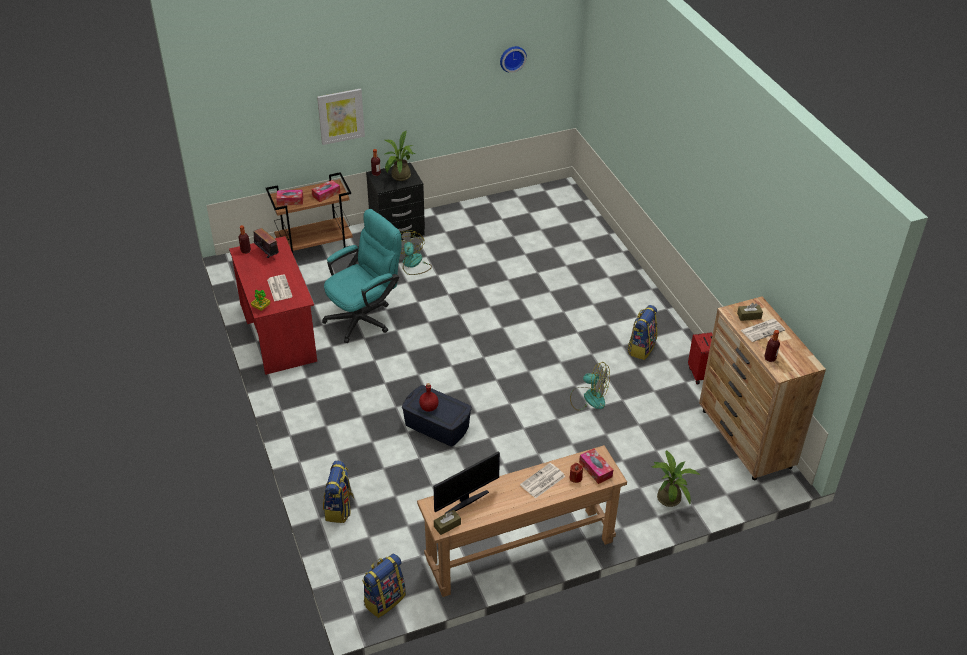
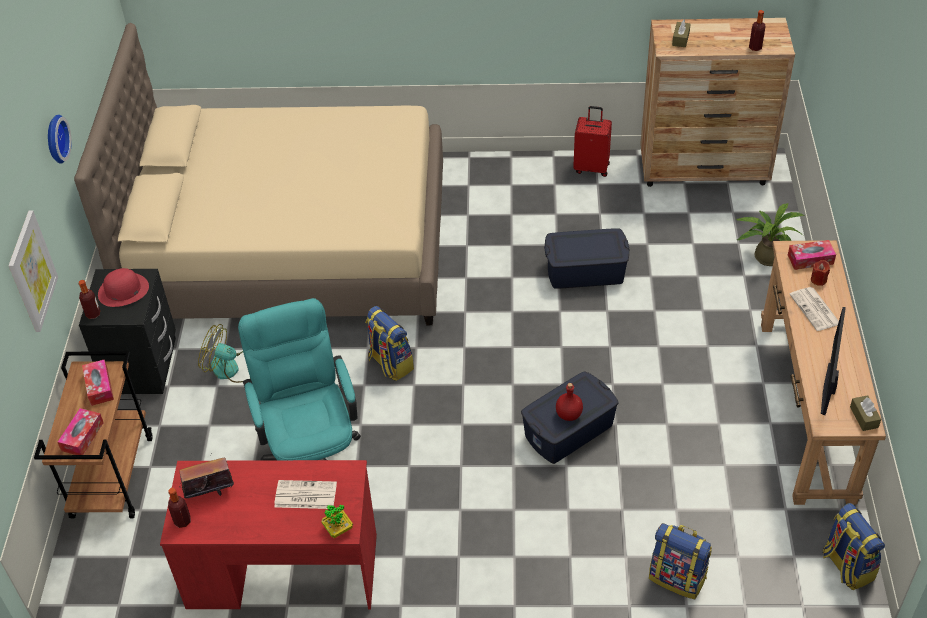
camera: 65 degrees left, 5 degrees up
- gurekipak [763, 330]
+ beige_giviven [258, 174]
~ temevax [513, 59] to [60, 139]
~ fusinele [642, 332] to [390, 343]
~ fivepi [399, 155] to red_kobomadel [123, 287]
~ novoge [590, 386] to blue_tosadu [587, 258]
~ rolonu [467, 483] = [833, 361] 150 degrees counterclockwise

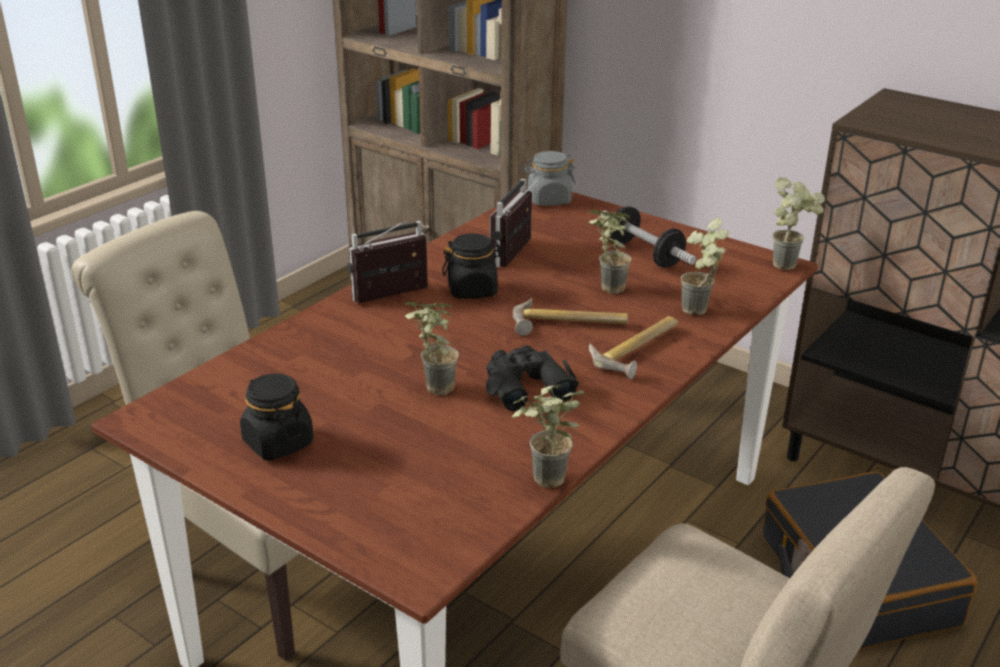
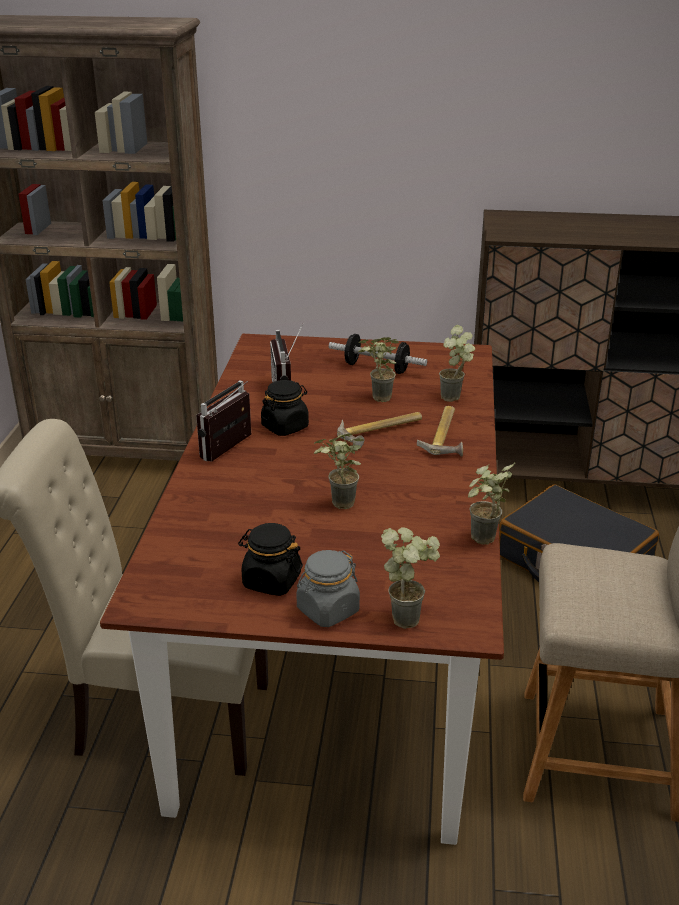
camera: 30 degrees left, 0 degrees up
- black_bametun [532, 378]
~ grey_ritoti [549, 178] to [328, 588]
~ fivepi [798, 223] to [410, 578]

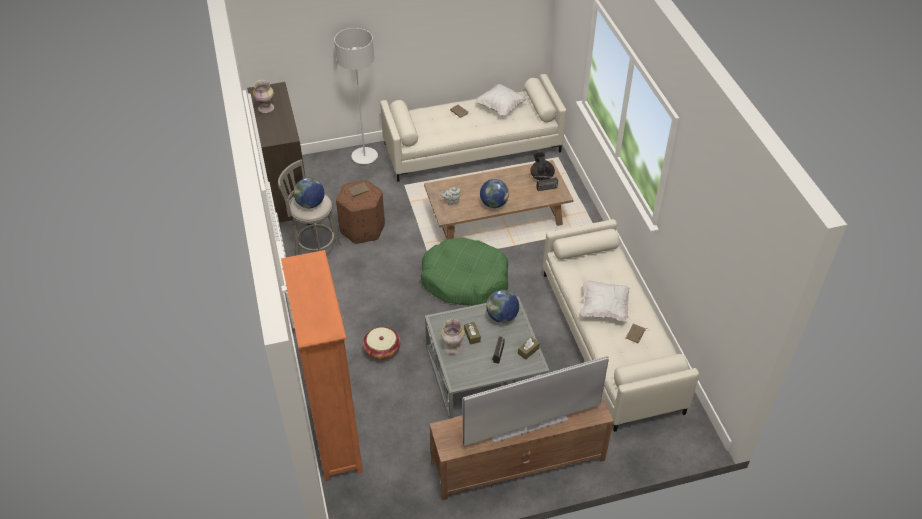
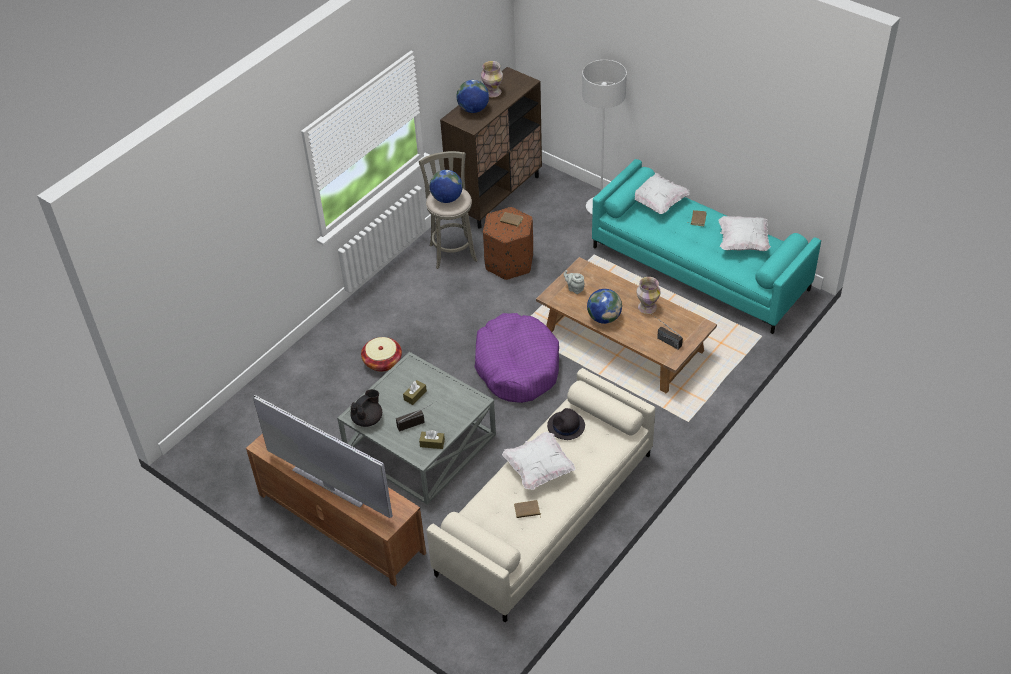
camera: 55 degrees right, 0 degrees up
- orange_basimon [322, 365]
+ black_kobomadel [566, 424]
+ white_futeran [662, 193]
~ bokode [452, 336] to [648, 295]
~ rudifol [502, 306] to [472, 96]
~ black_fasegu [542, 166] to [366, 408]
~ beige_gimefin [473, 128] to turquoise_gimefin [706, 246]
~ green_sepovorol [464, 271] to purple_sepovorol [516, 358]

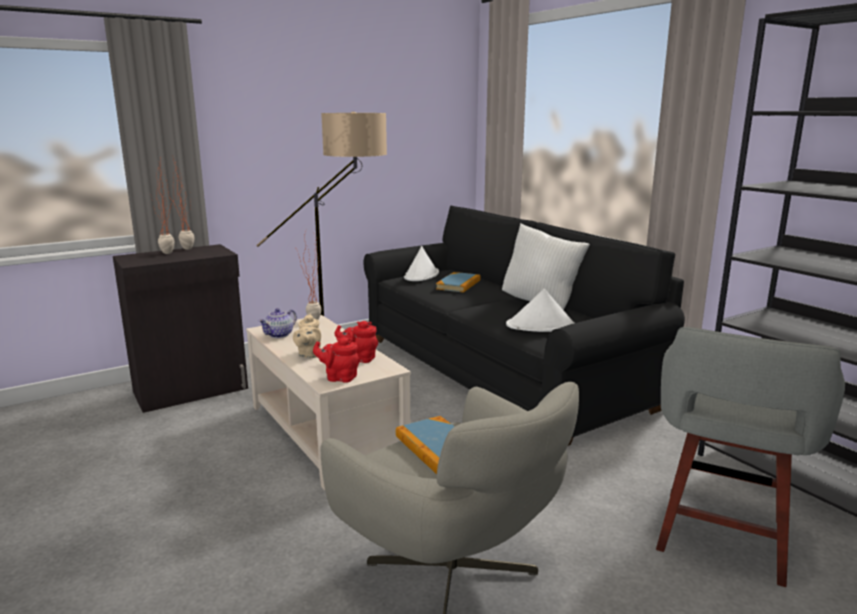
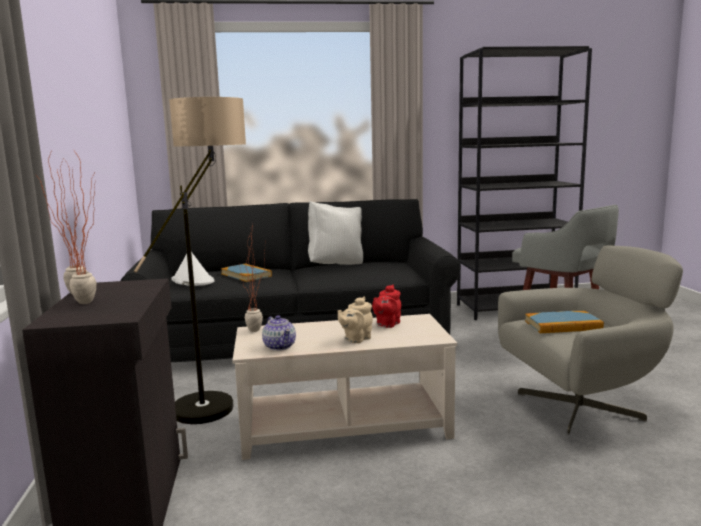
camera: 65 degrees left, 5 degrees down
- red_fasegu [336, 360]
- white_kobomadel [540, 310]
~ beige_fasegu [307, 335] = [355, 320] 105 degrees clockwise

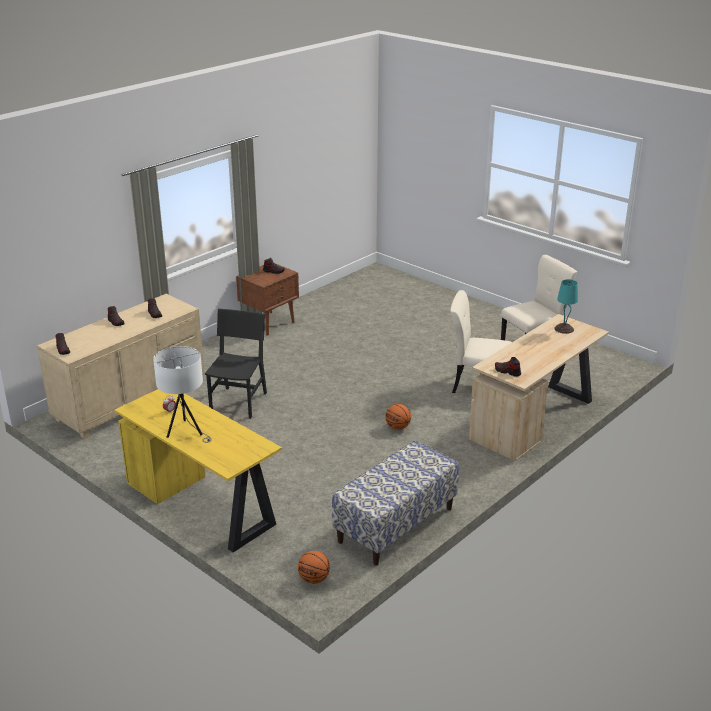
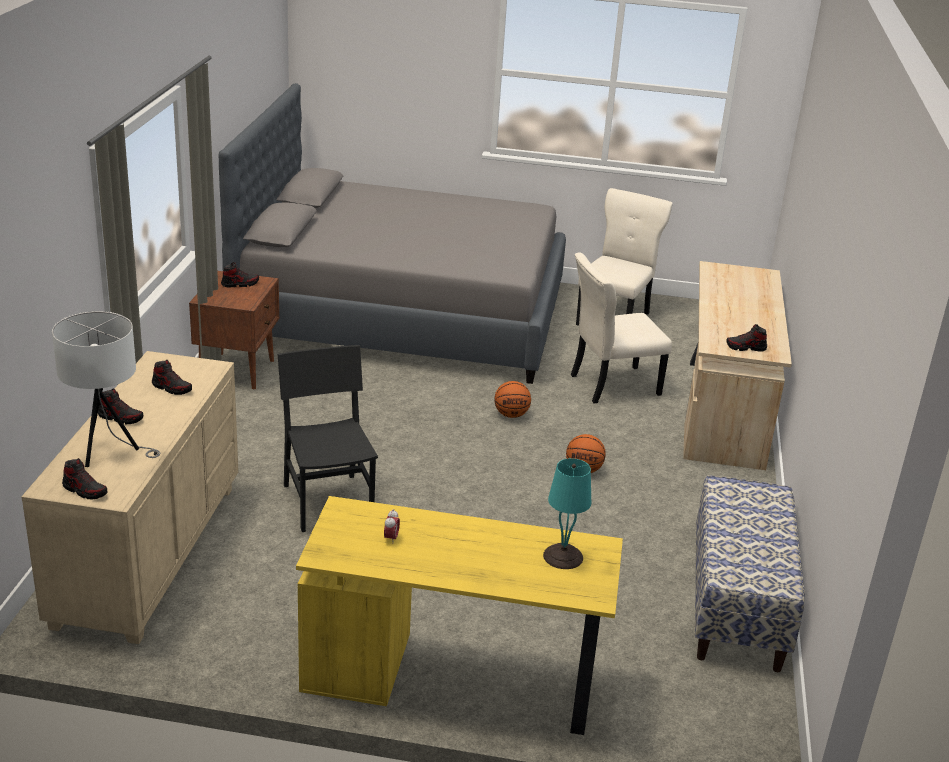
camera: 35 degrees left, 0 degrees up
+ grey_giviven [392, 233]
~ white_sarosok [182, 394] to [106, 389]
~ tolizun [314, 567] to [512, 399]
~ turquoise_sarosok [566, 306] to [567, 513]

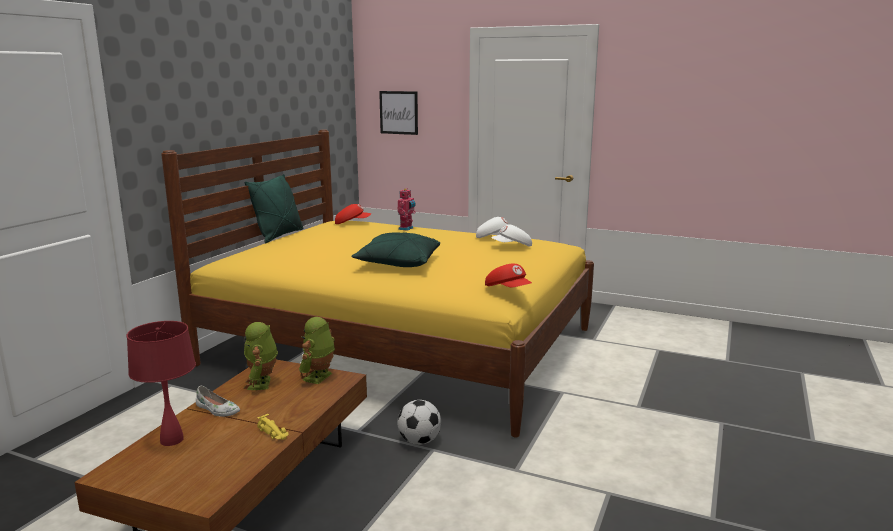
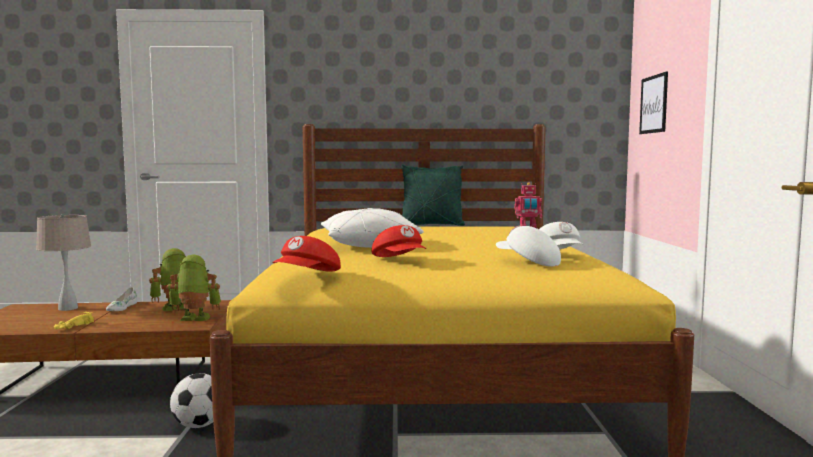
camera: 65 degrees right, 10 degrees down
~ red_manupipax [353, 214] to [399, 241]
~ red_sarosok [161, 383] to beige_sarosok [63, 262]
~ green_futeran [395, 249] to white_futeran [372, 227]

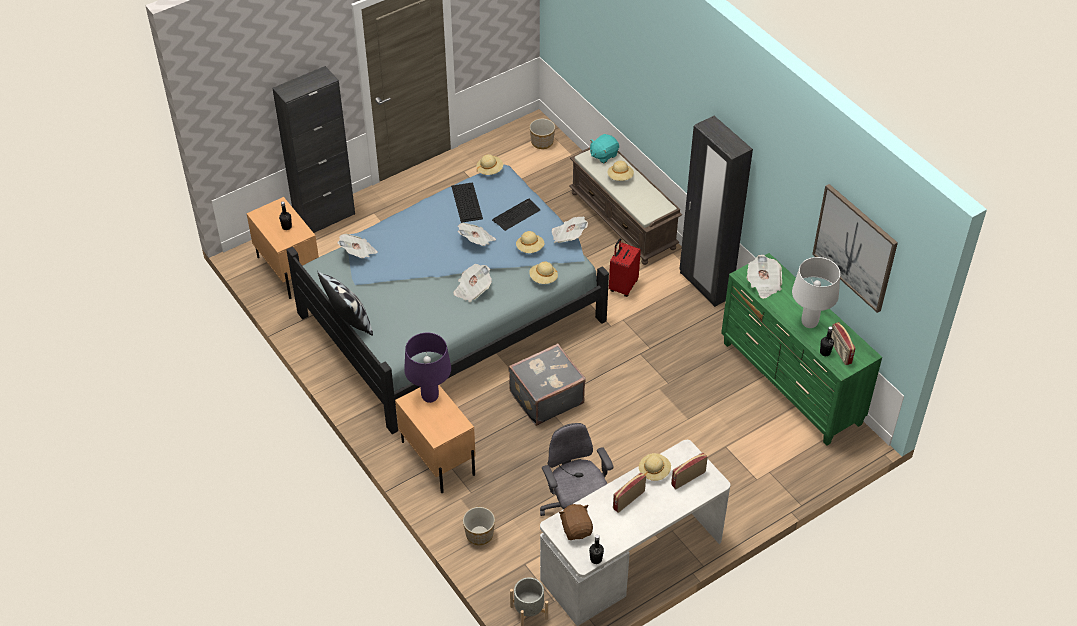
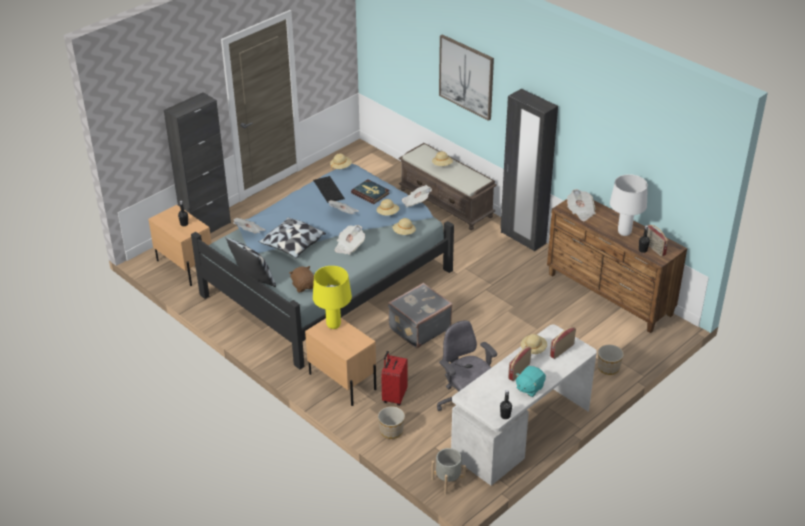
camera: 10 degrees left, 10 degrees down
+ futeran [292, 238]
~ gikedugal [542, 133] to [611, 360]
~ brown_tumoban [576, 522] to [301, 279]
~ turquoise_tumoban [604, 148] to [530, 381]
~ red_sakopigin [625, 267] to [394, 378]
~ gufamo [855, 248] to [466, 77]
~ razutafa [516, 215] to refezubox [370, 191]
~ purple_sarosok [427, 368] to yellow_sarosok [332, 297]
~ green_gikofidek [801, 349] to brown_gikofidek [617, 266]

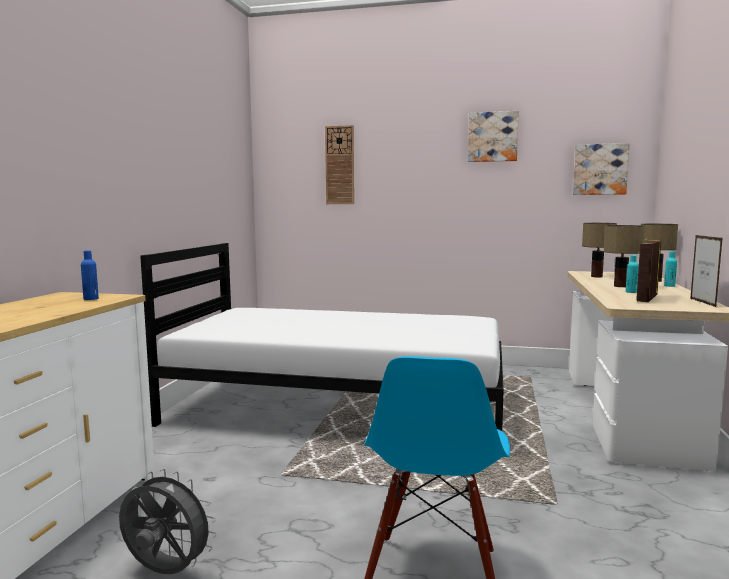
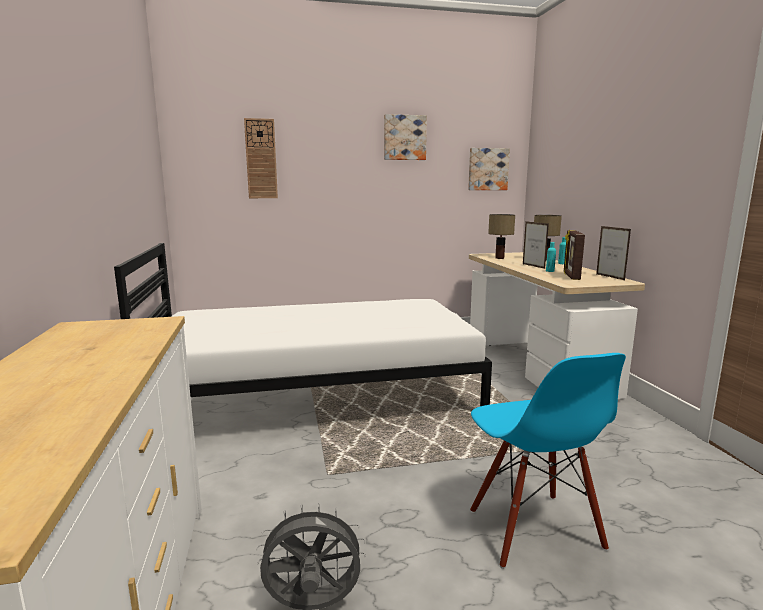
camera: 25 degrees left, 5 degrees up
- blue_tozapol [90, 275]
~ sarosok [624, 256] to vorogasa [536, 245]

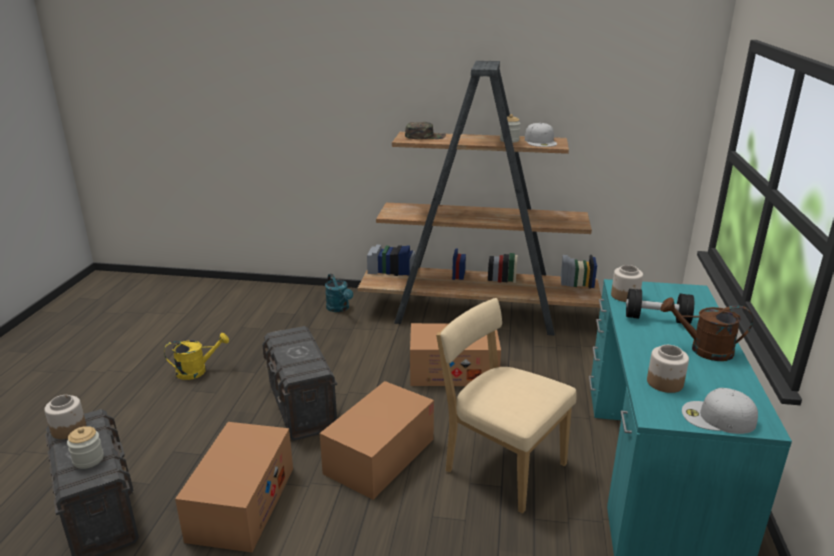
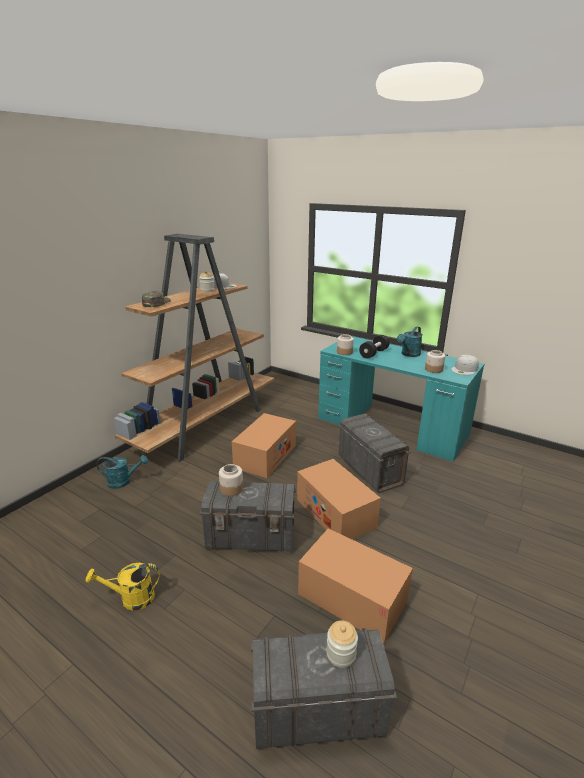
camera: 65 degrees left, 0 degrees up
~ ritoti [65, 417] to [231, 480]
~ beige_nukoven [506, 406] to grey_tosadu [375, 453]
~ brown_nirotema [706, 329] to turquoise_nirotema [409, 341]
~ yellow_nirotema [196, 356] = [123, 587] 105 degrees counterclockwise

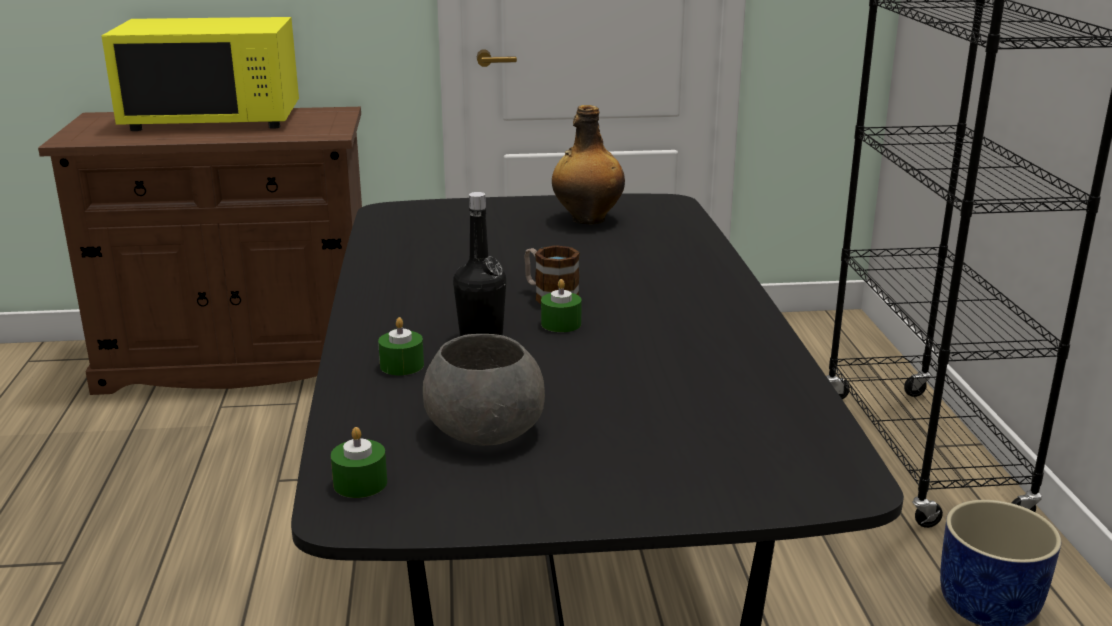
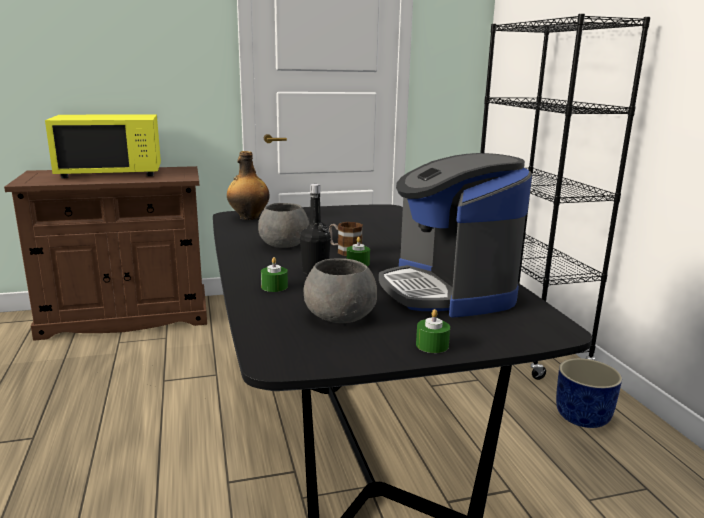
camera: 10 degrees left, 5 degrees down
+ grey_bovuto [283, 225]
+ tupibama [455, 235]
~ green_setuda [359, 462] to [433, 331]
~ tozapol [588, 165] to [248, 185]

